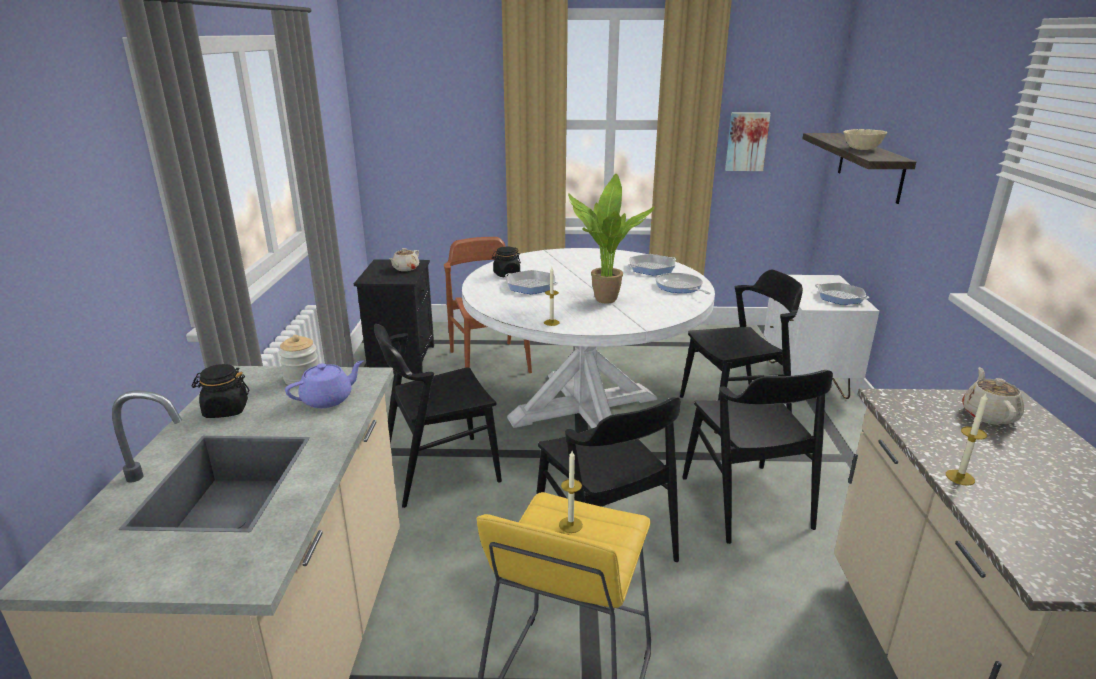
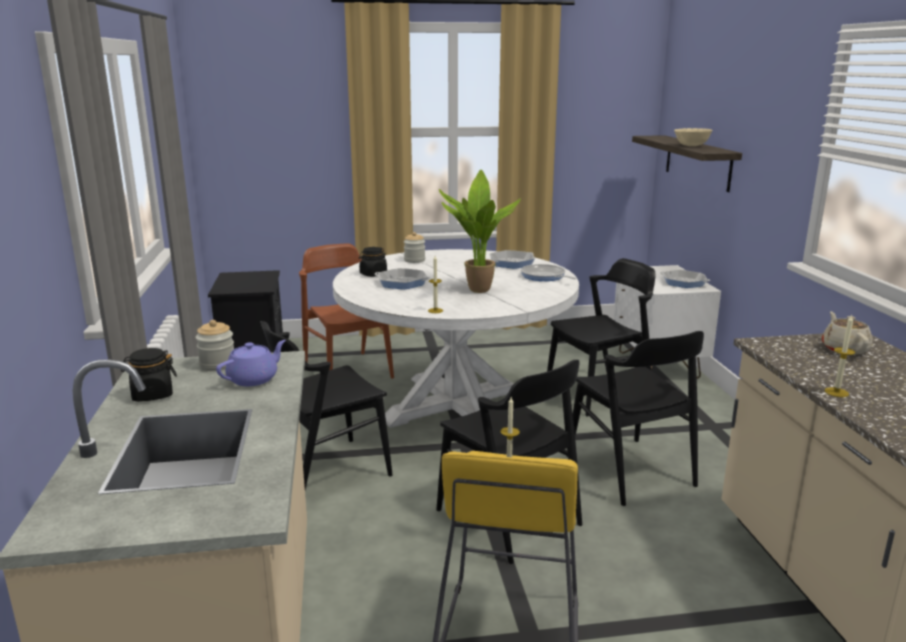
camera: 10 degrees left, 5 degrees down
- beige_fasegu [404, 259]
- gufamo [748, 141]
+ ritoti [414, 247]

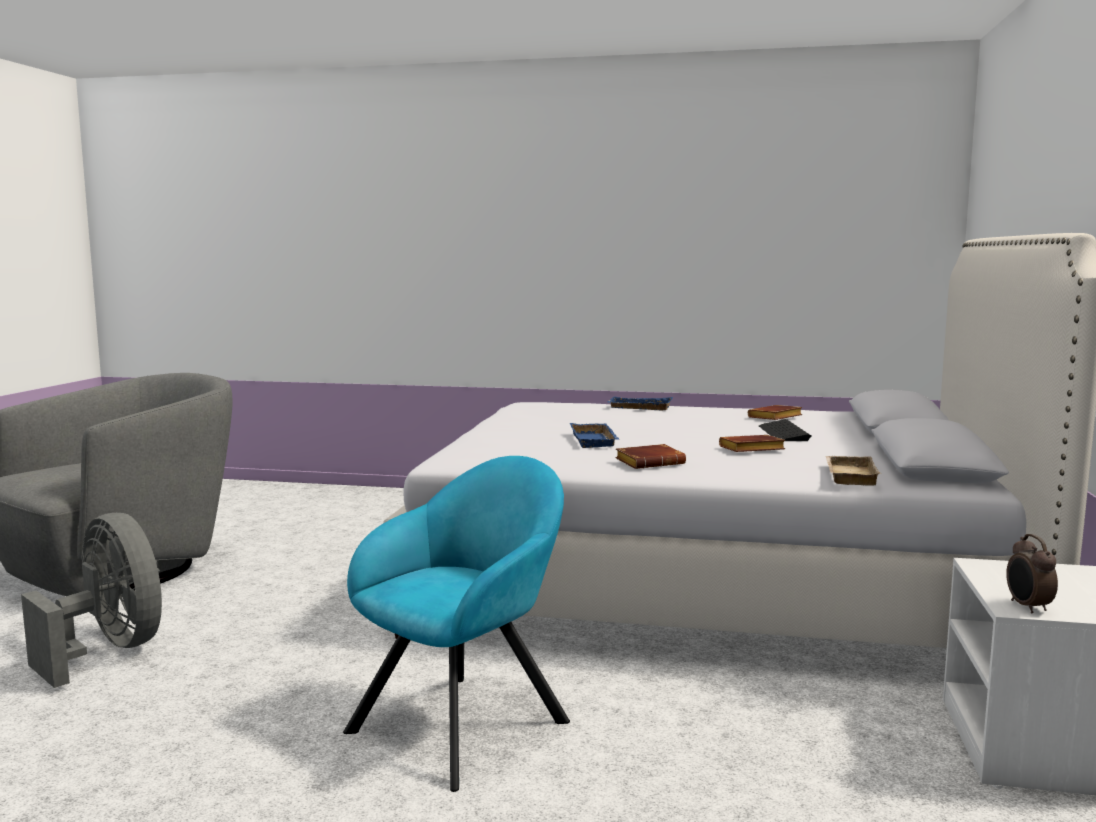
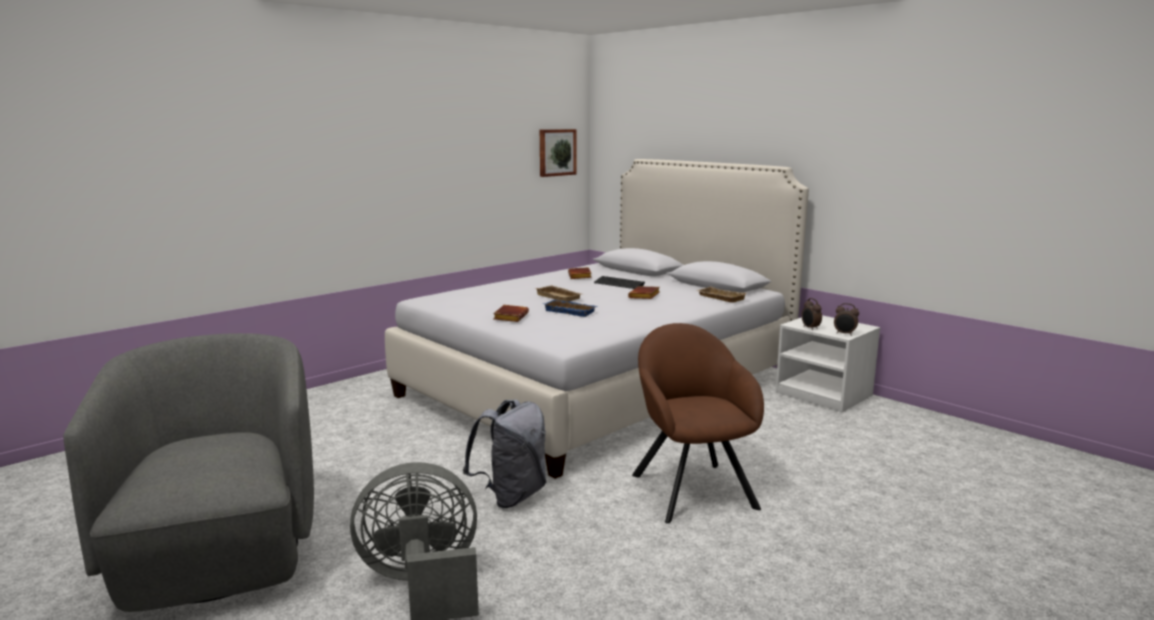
camera: 55 degrees left, 5 degrees up
- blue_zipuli [640, 403]
+ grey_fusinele [504, 454]
+ beige_zipuli [558, 293]
+ gufamo [558, 153]
+ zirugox [811, 314]
~ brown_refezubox [651, 456] to [511, 313]
~ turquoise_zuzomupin [456, 624] to brown_zuzomupin [698, 423]

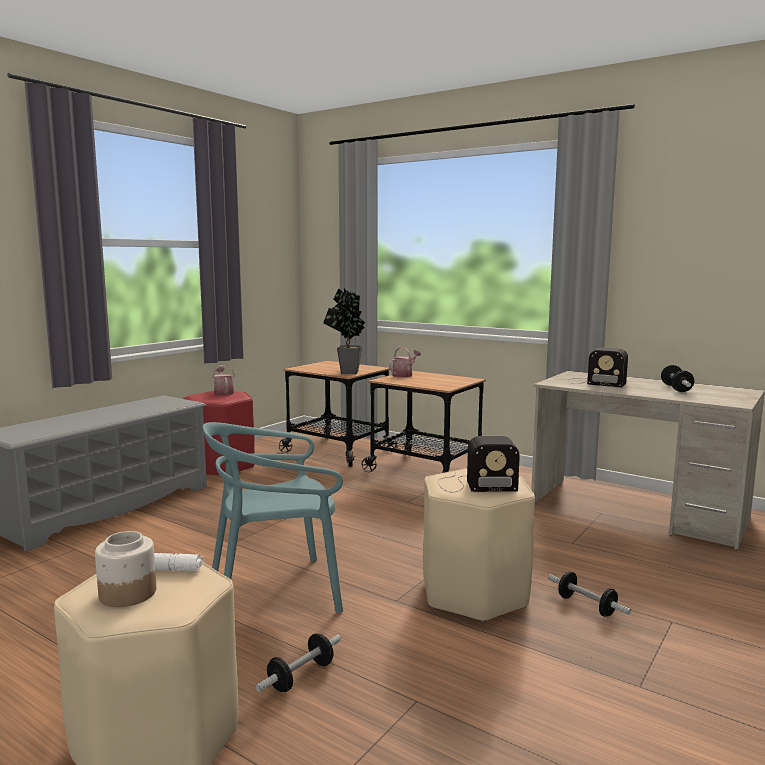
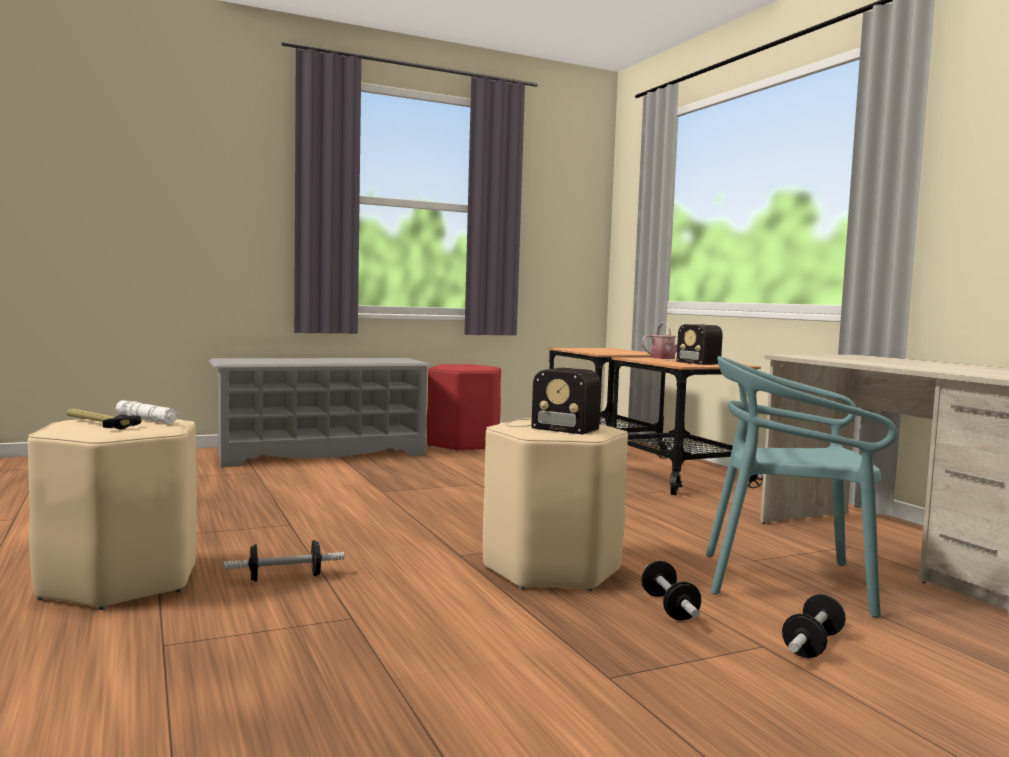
camera: 30 degrees right, 5 degrees down
- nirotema [223, 380]
- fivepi [344, 331]
~ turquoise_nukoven [273, 517] to [801, 486]
~ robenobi [598, 367] to [693, 344]
~ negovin [677, 378] to [814, 626]
~ ritoti [125, 569] to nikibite [103, 419]

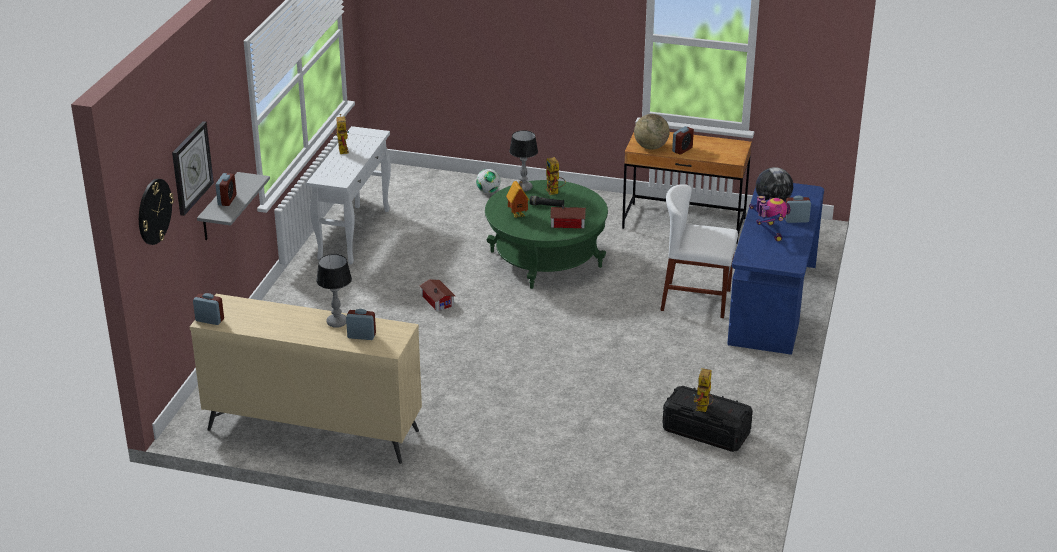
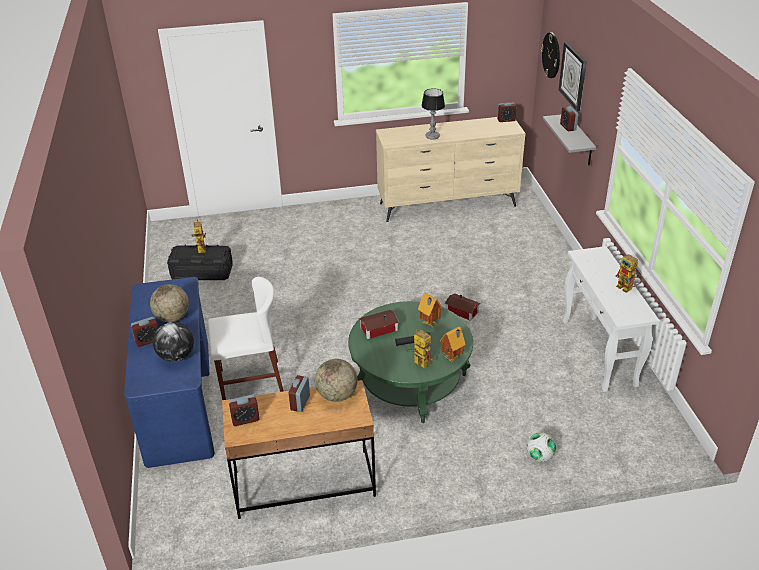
camera: 155 degrees right, 5 degrees up
~ zirugox [361, 324] to [244, 410]
~ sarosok [523, 161] to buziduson [453, 344]
~ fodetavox [770, 219] to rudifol [169, 303]

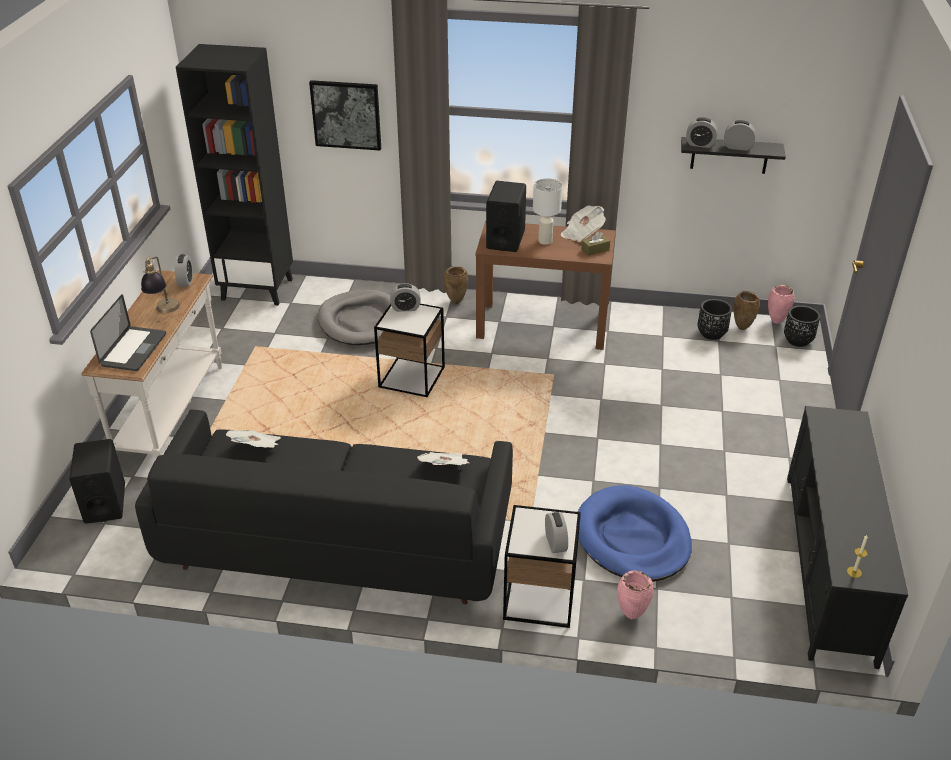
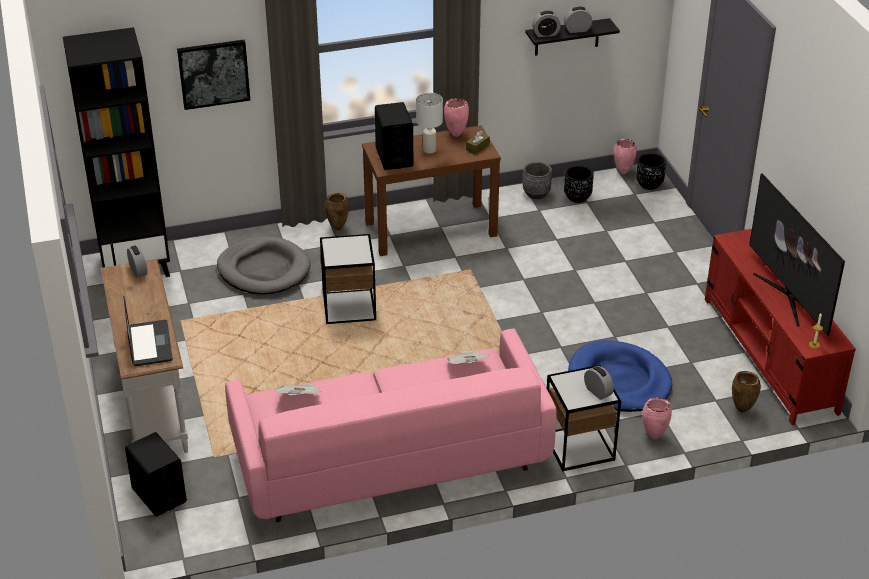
camera: 25 degrees left, 0 degrees up
- sarosok [160, 285]
- zirugox [405, 297]
+ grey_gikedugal [537, 180]
+ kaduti [797, 254]
~ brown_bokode [747, 310] to [746, 392]
~ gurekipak [583, 224] to pink_bokode [456, 117]
~ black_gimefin [324, 506] to pink_gimefin [391, 425]
~ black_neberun [847, 537] to red_neberun [780, 327]

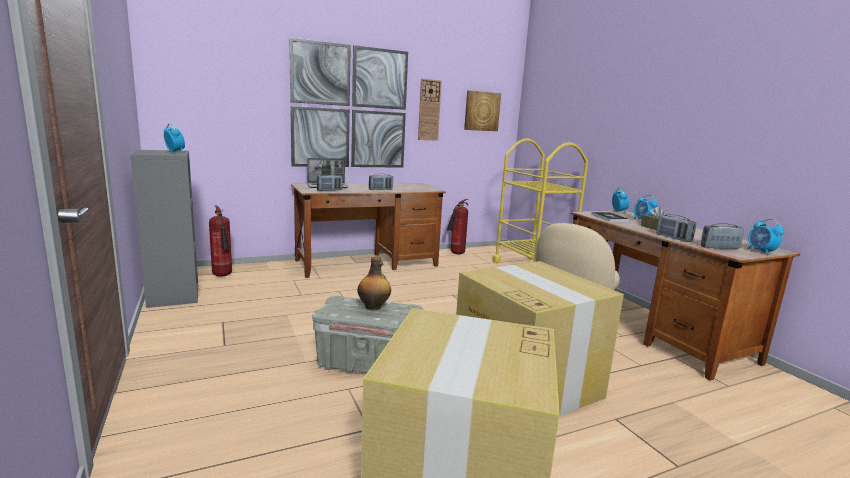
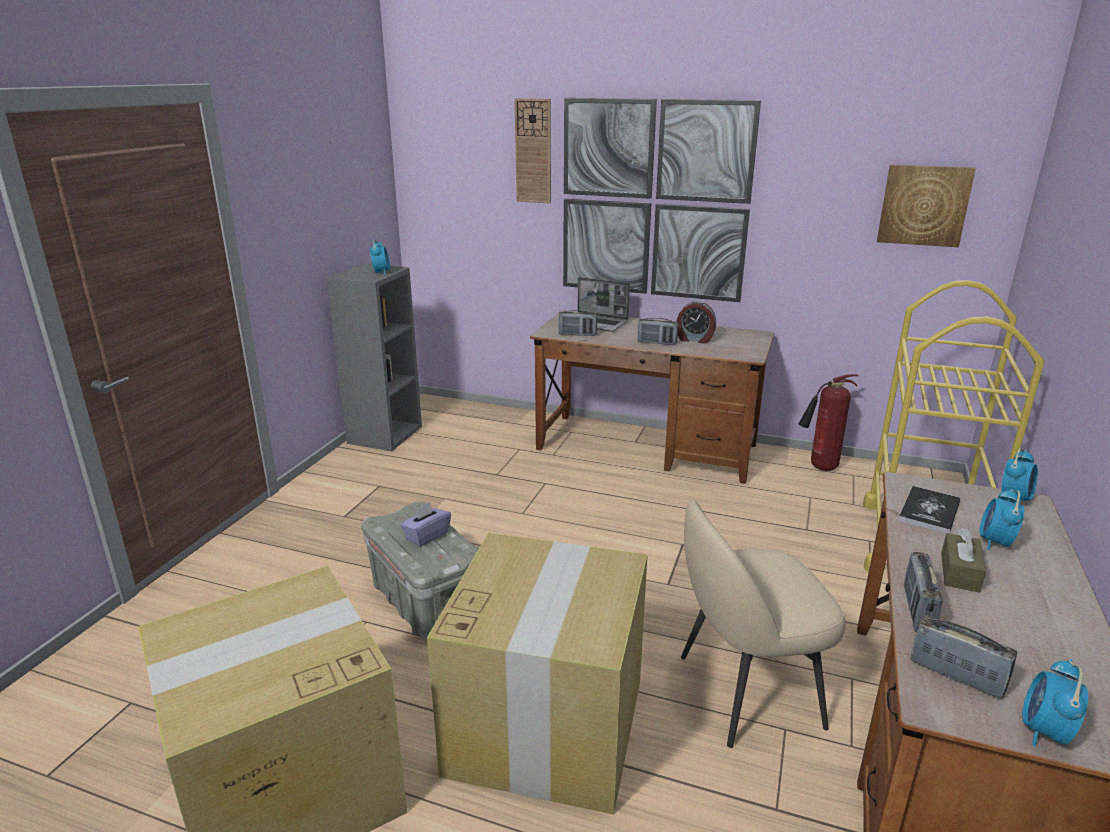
camera: 45 degrees right, 10 degrees up
- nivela [220, 241]
+ zirugox [696, 322]
~ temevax [430, 110] to [533, 151]
~ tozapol [374, 283] to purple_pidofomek [425, 524]

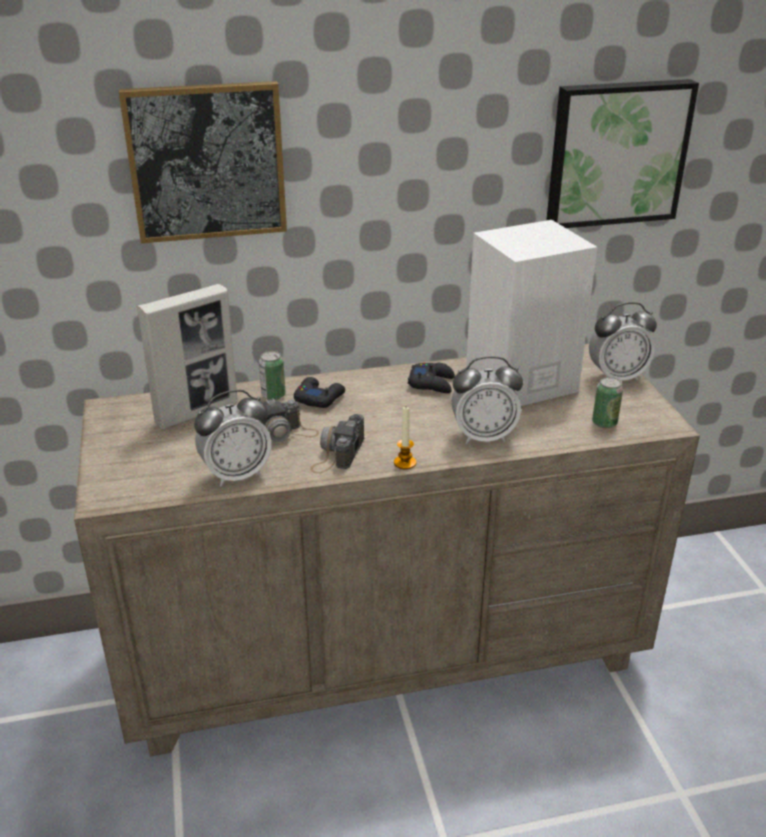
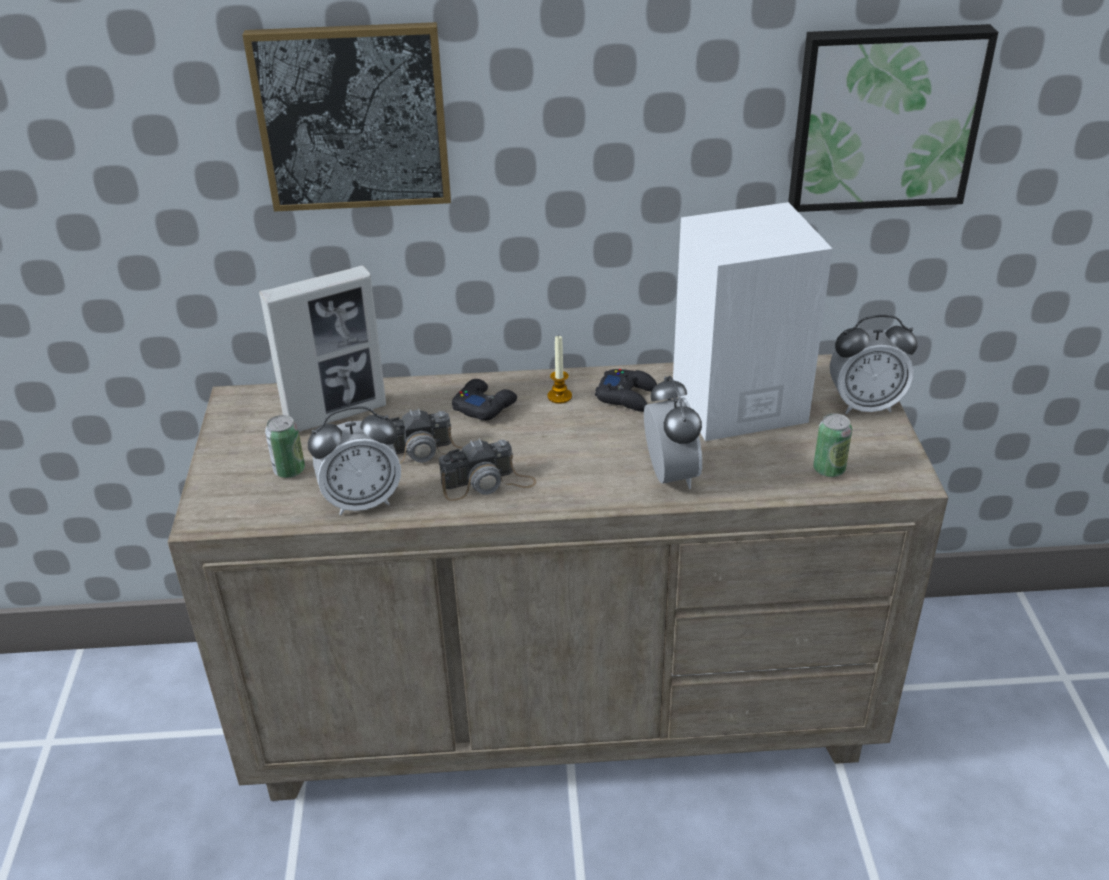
camera: 10 degrees right, 5 degrees up
~ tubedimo [272, 375] to [285, 446]
~ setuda [405, 438] to [559, 369]
~ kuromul [337, 443] = [488, 470] 135 degrees counterclockwise
~ zirugox [487, 400] = [673, 432] 105 degrees counterclockwise

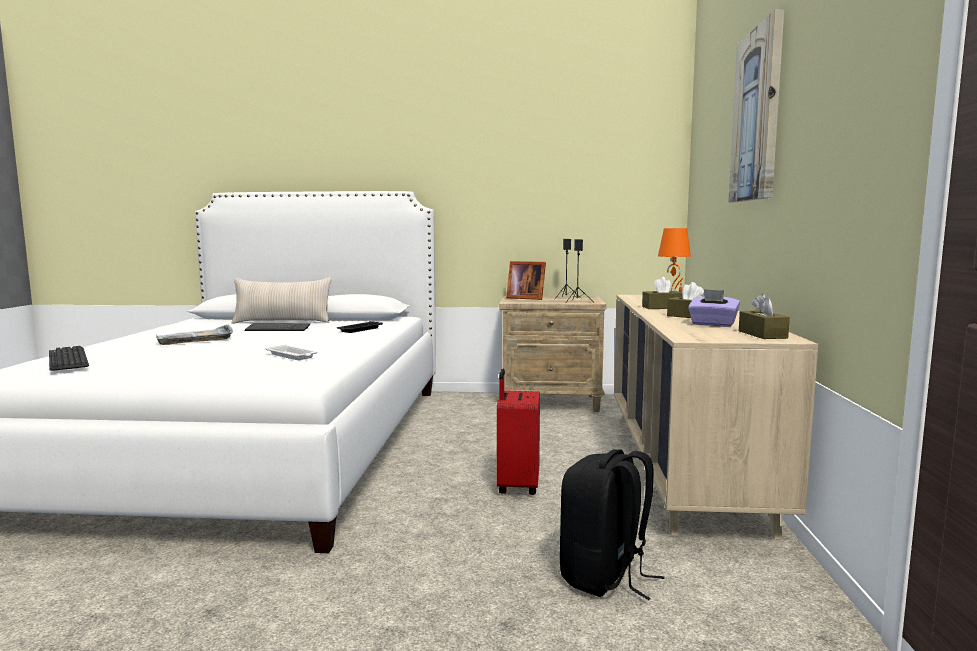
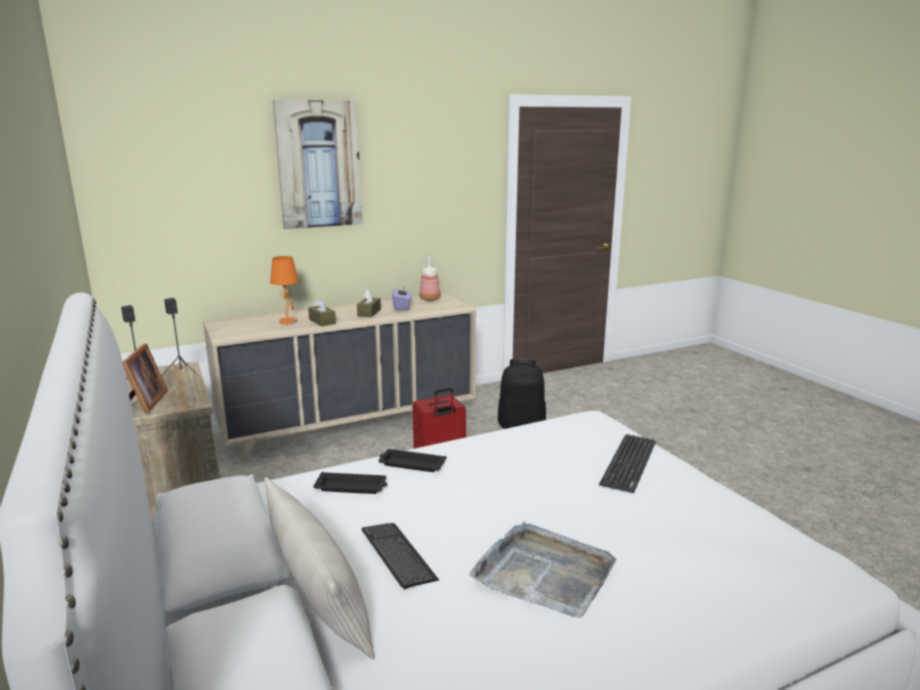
camera: 120 degrees left, 10 degrees up
- white_zipuli [292, 352]
+ black_zipuli [412, 460]
~ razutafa [69, 358] to [627, 463]
~ brown_pidofomek [764, 316] to tozapol [430, 279]

